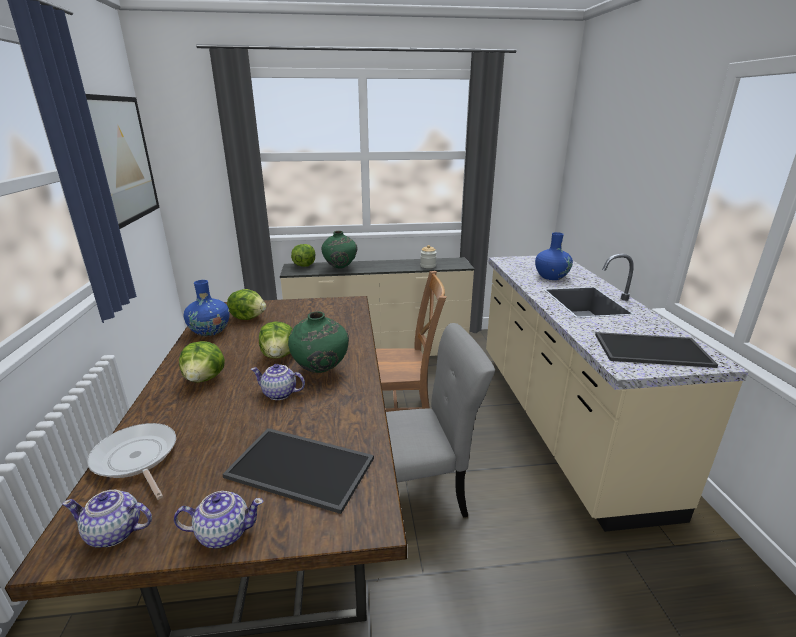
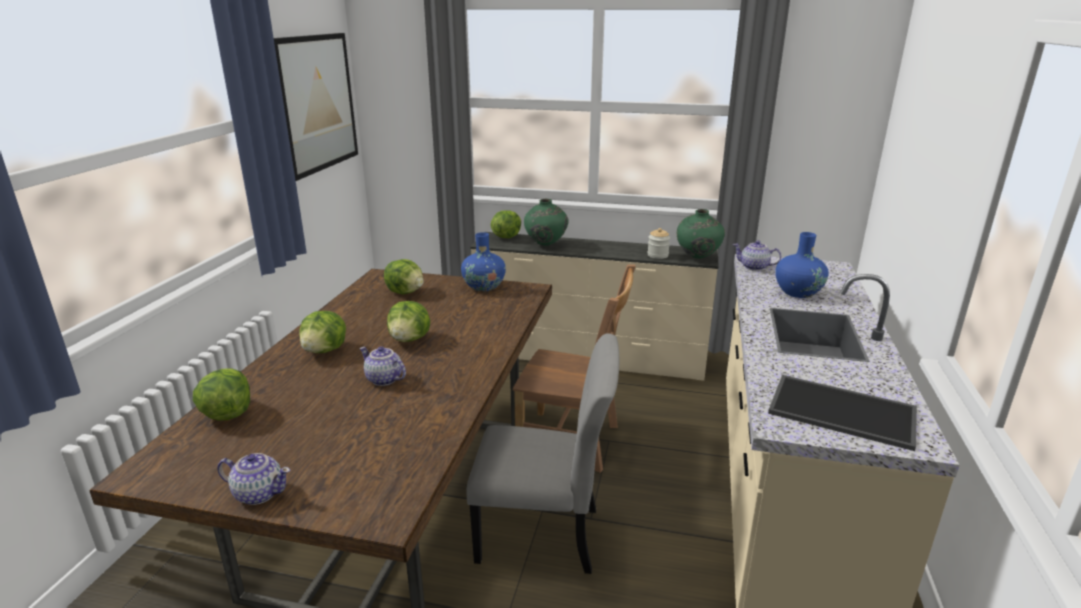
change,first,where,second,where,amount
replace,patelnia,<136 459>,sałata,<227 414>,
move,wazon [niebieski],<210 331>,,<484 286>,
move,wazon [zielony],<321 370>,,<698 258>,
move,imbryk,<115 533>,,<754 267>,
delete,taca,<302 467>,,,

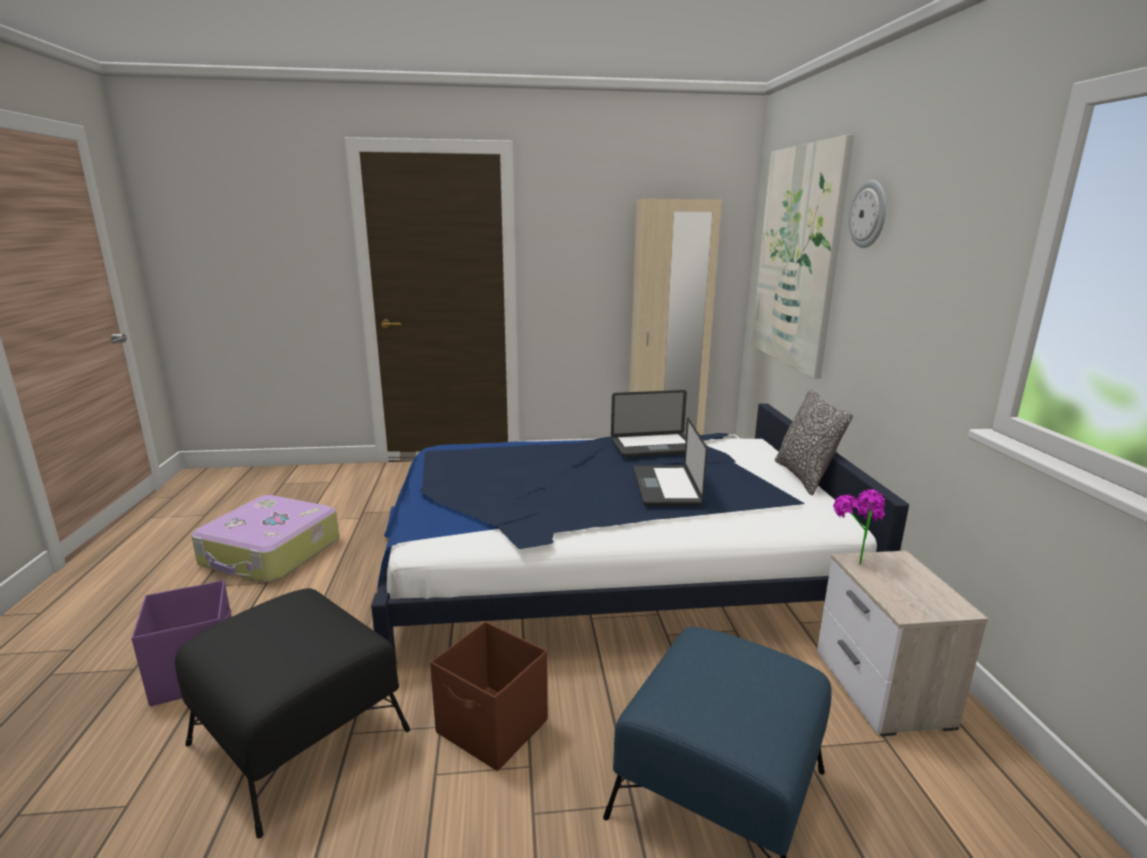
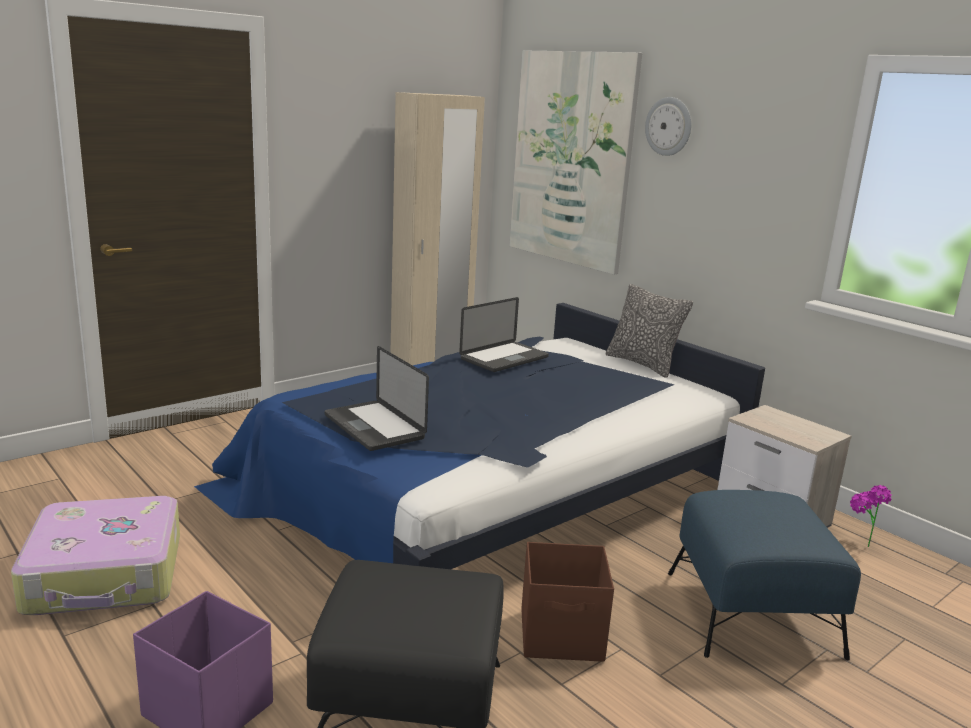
change,first,where,second,where,amount
move,laptop,<665 487>,,<374 427>,
move,roślina doniczkowa,<852 559>,,<859 543>,

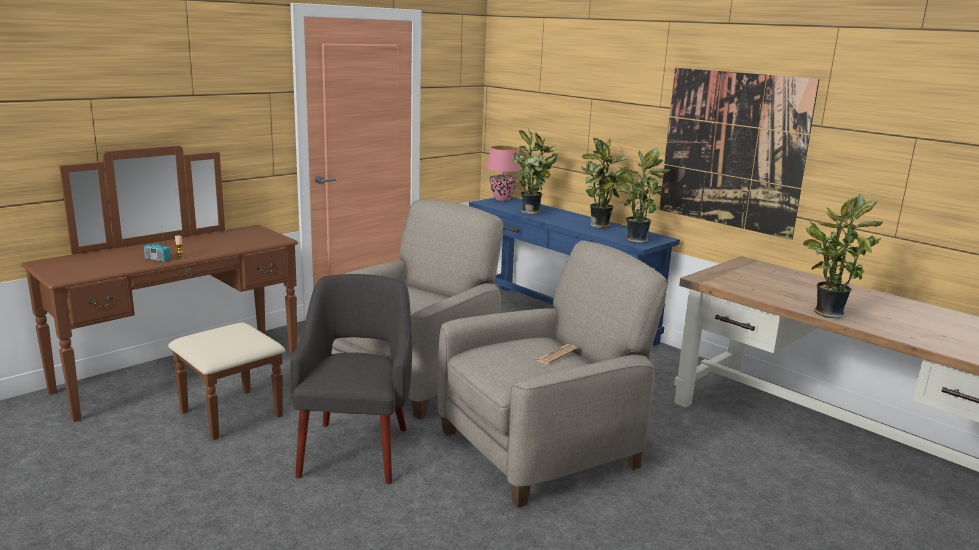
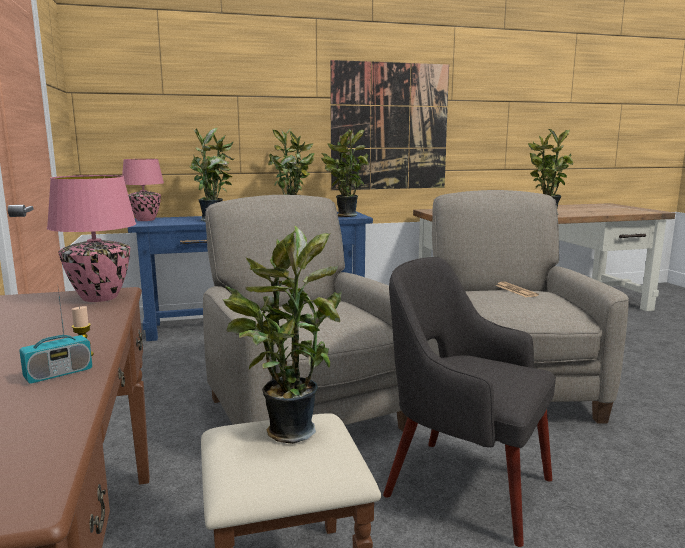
change,first,where,second,where,amount
insert,,,lampa stołowa [różowy],<99 297>,
insert,,,roślina doniczkowa,<286 431>,

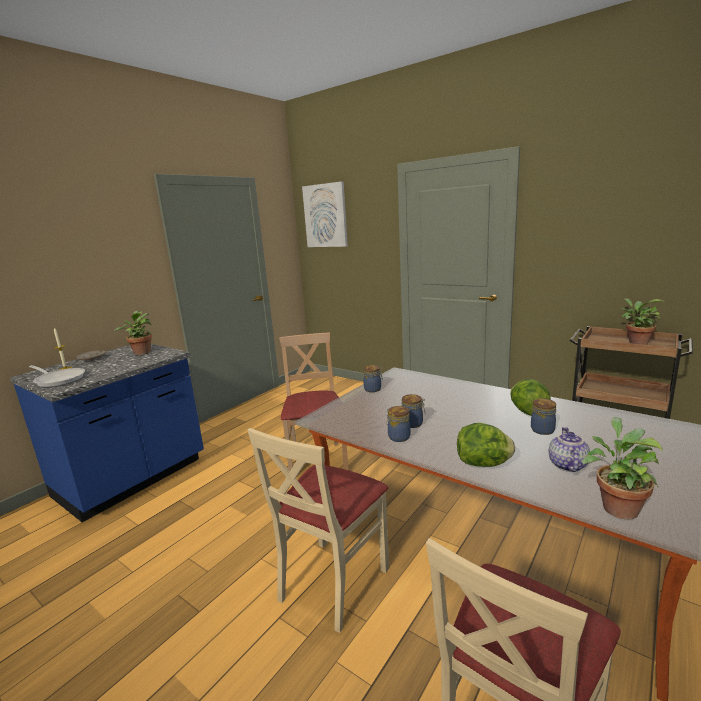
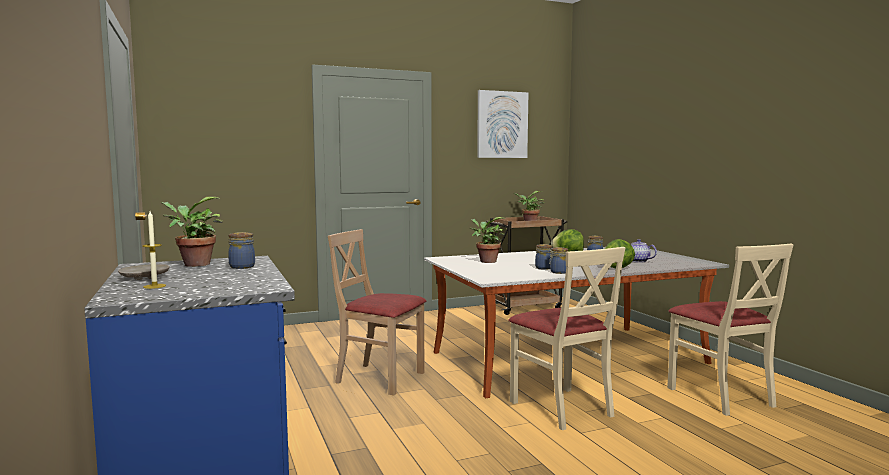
change,first,where,second,where,amount
move,słoik,<373 389>,,<243 266>,
move,roślina doniczkowa,<616 506>,,<486 261>,
move,obraz,<325 215>,,<502 124>,
delete,patelnia,<59 380>,,,

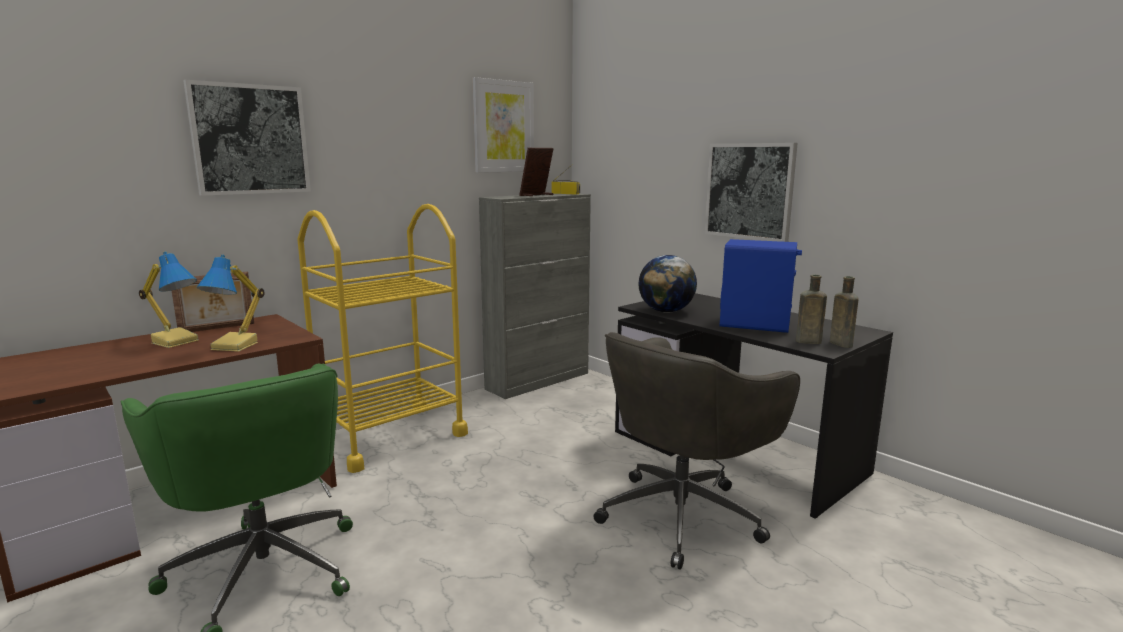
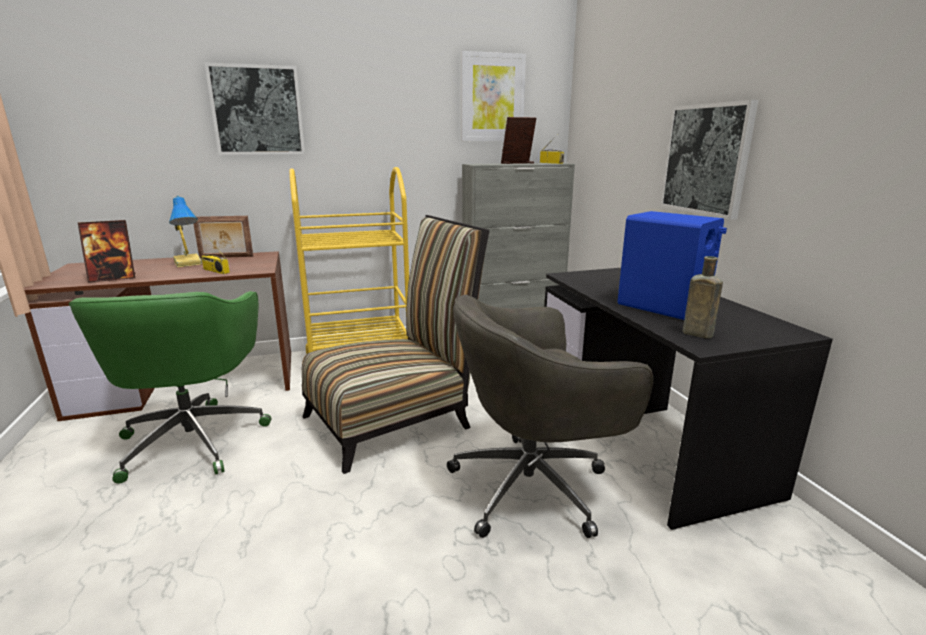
change,first,where,second,where,amount
insert,,,ramka na zdjęcie,<113 278>,
replace,lampa stołowa,<236 346>,radio,<215 271>,
insert,,,krzesło,<395 418>,
delete,globus,<666 311>,,,
delete,butelka [brązowy],<839 343>,,,

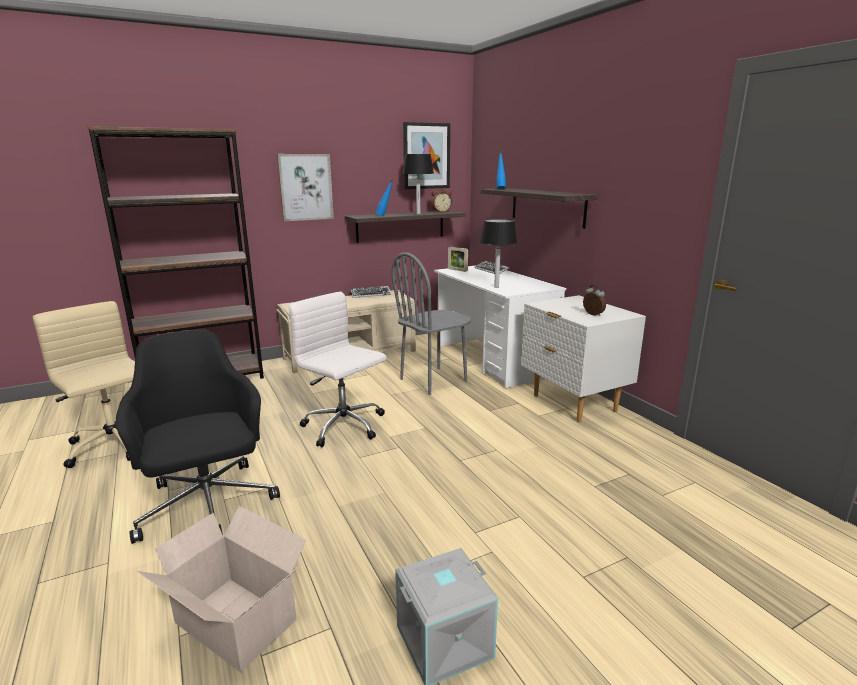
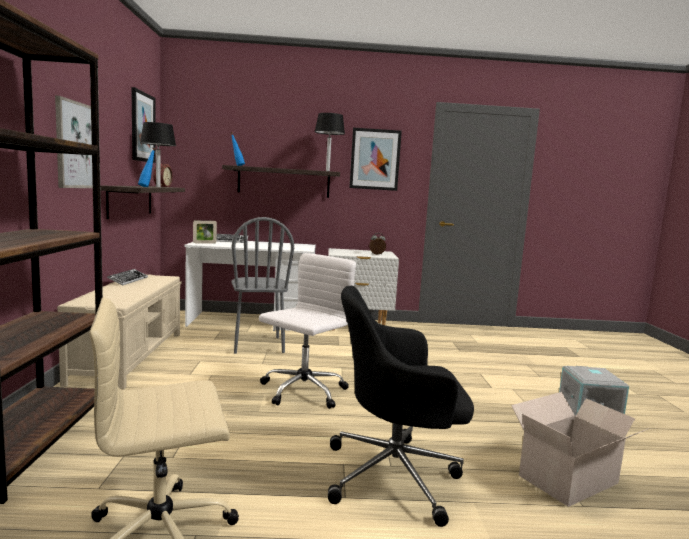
change,first,where,second,where,amount
rotate,krzesło biurowe [biały],<345 426>,,<302 391>,150 degrees clockwise
move,lampa stołowa [czarny],<496 287>,,<327 171>,
insert,,,obraz,<375 159>,

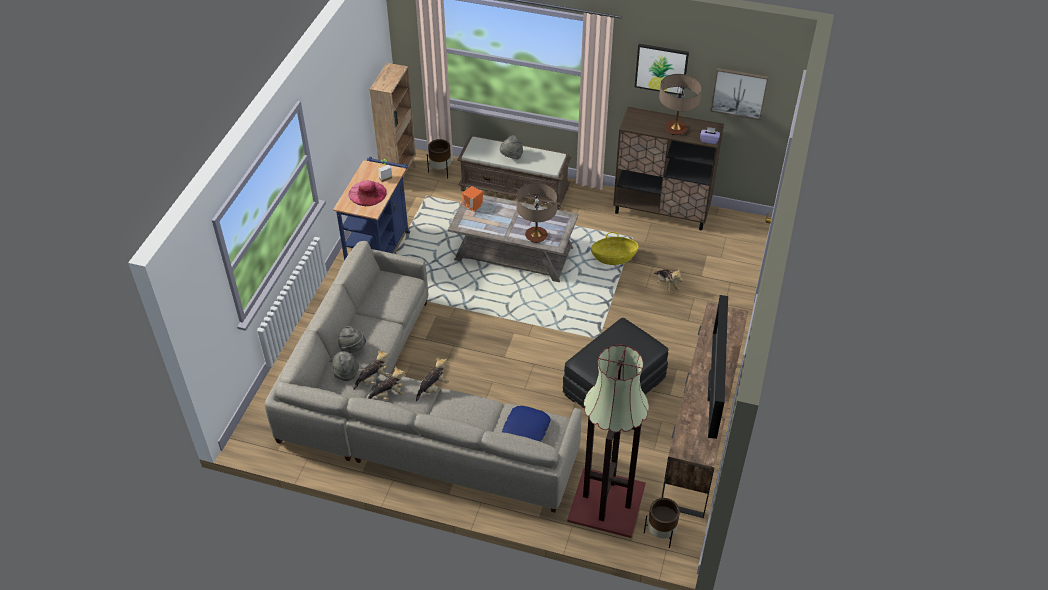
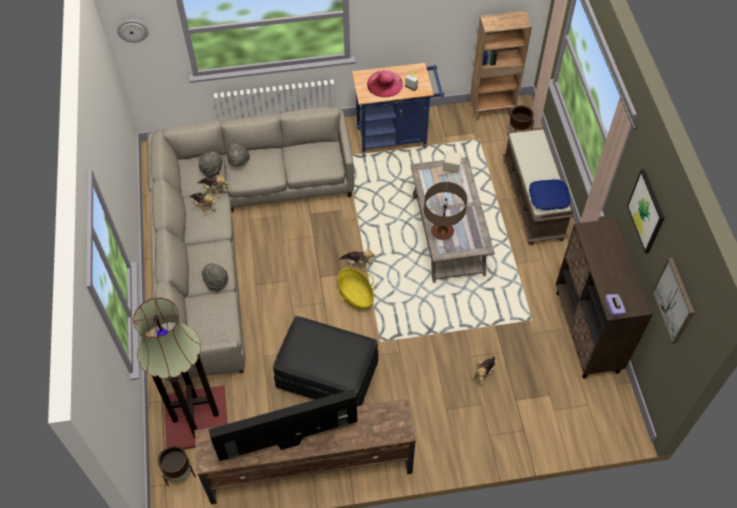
change,first,where,second,where,amount
insert,,,zegar ścienny,<132 30>,
move,kapelusz [szary],<511 156>,,<216 282>,
move,koszyk,<613 258>,,<355 295>,
move,pluszak,<433 388>,,<357 264>,
recolor,głośnik [pomarańczowy],<473 206>,głośnik [beżowy],<451 169>,
move,poduszka [niebieski],<525 429>,,<548 197>,
delete,lampa stołowa,<675 129>,,,

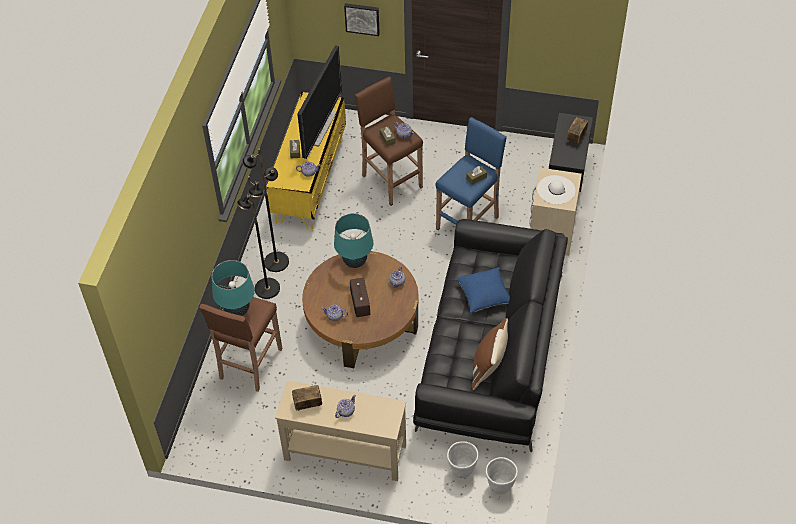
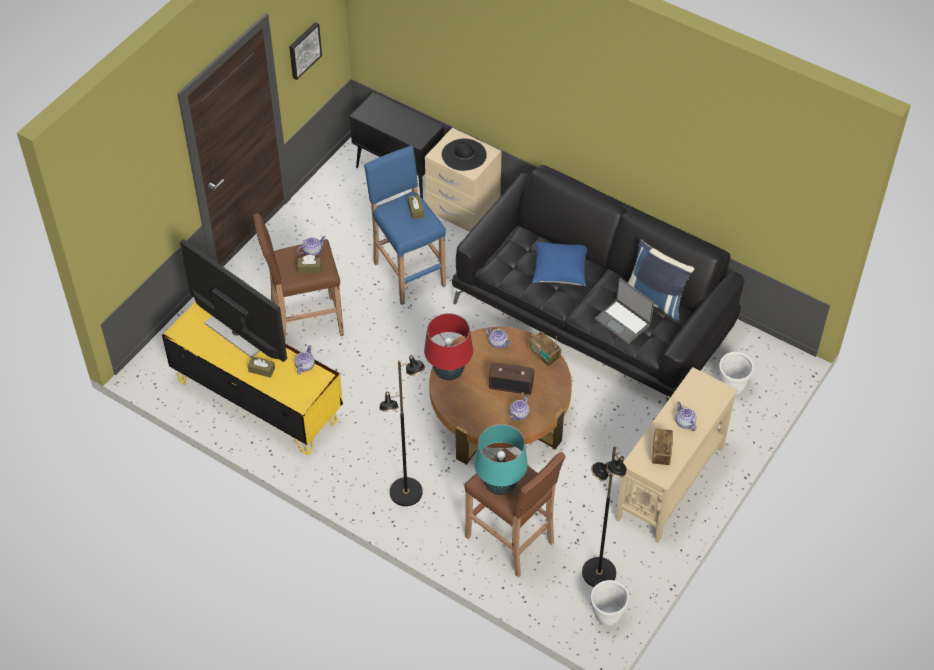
change,first,where,second,where,amount
move,obraz,<362 18>,,<303 50>,
recolor,lampa stołowa [turkusowy],<355 262>,lampa stołowa [czerwony],<449 372>,
recolor,kapelusz [biały],<556 190>,kapelusz [czarny],<464 155>,
move,radio,<576 136>,,<544 355>,
move,lampa stojąca [czarny],<276 262>,,<598 573>,
move,donica [biały],<500 486>,,<607 616>,
insert,,,laptop,<623 321>,
recolor,poduszka [brązowy],<488 368>,poduszka [niebieski],<655 298>,

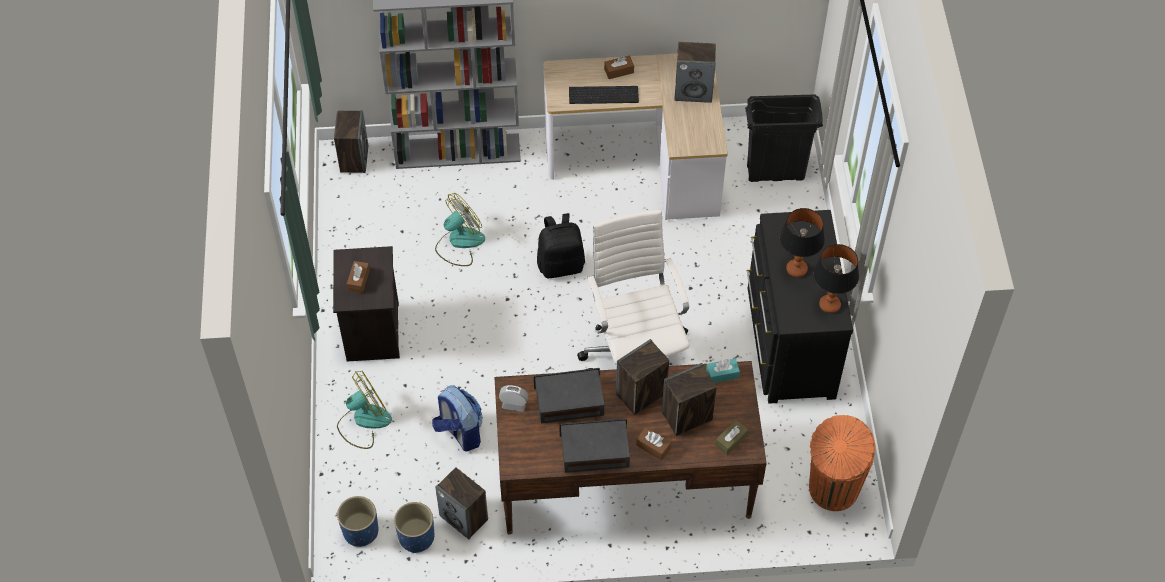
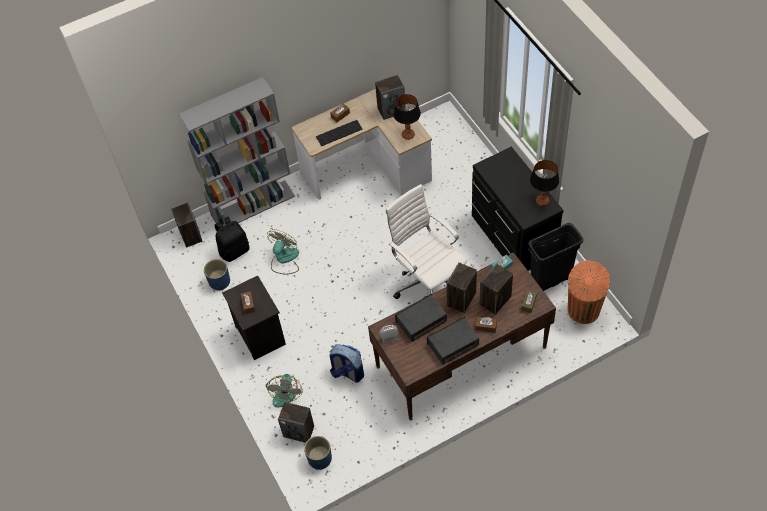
change,first,where,second,where,amount
move,donica [niebieski],<416 537>,,<219 281>,
move,plecak [czarny],<561 264>,,<234 250>,
rotate,wentylator,<364 421>,,<285 391>,150 degrees clockwise
move,głośnik,<464 518>,,<299 431>,
move,lampa stołowa,<796 269>,,<408 135>,
move,kosz na śmieci [czarny],<776 172>,,<551 280>,

